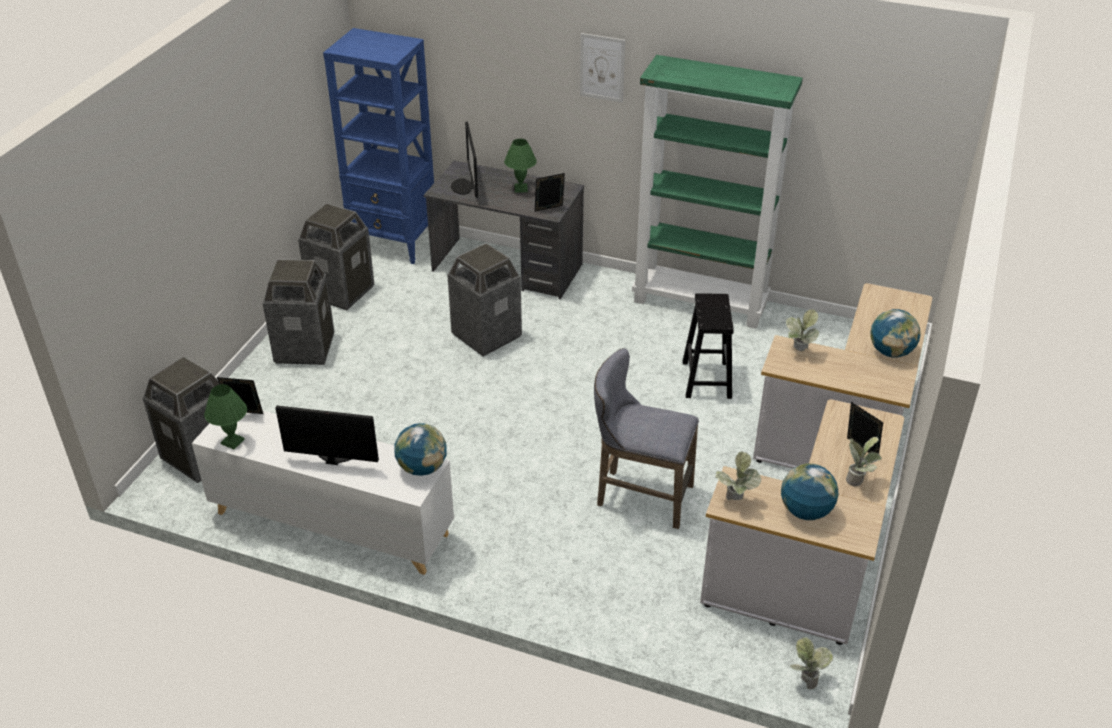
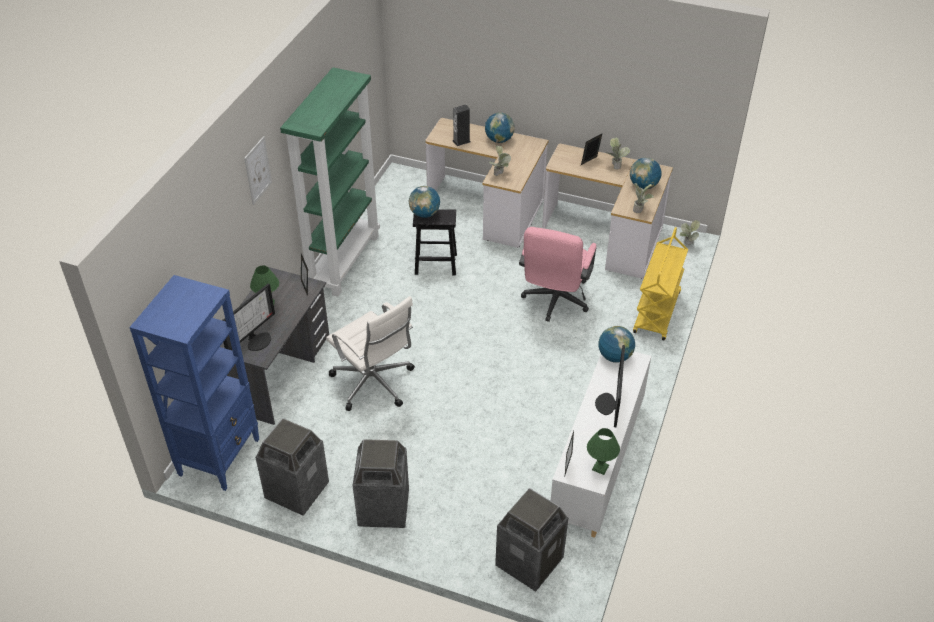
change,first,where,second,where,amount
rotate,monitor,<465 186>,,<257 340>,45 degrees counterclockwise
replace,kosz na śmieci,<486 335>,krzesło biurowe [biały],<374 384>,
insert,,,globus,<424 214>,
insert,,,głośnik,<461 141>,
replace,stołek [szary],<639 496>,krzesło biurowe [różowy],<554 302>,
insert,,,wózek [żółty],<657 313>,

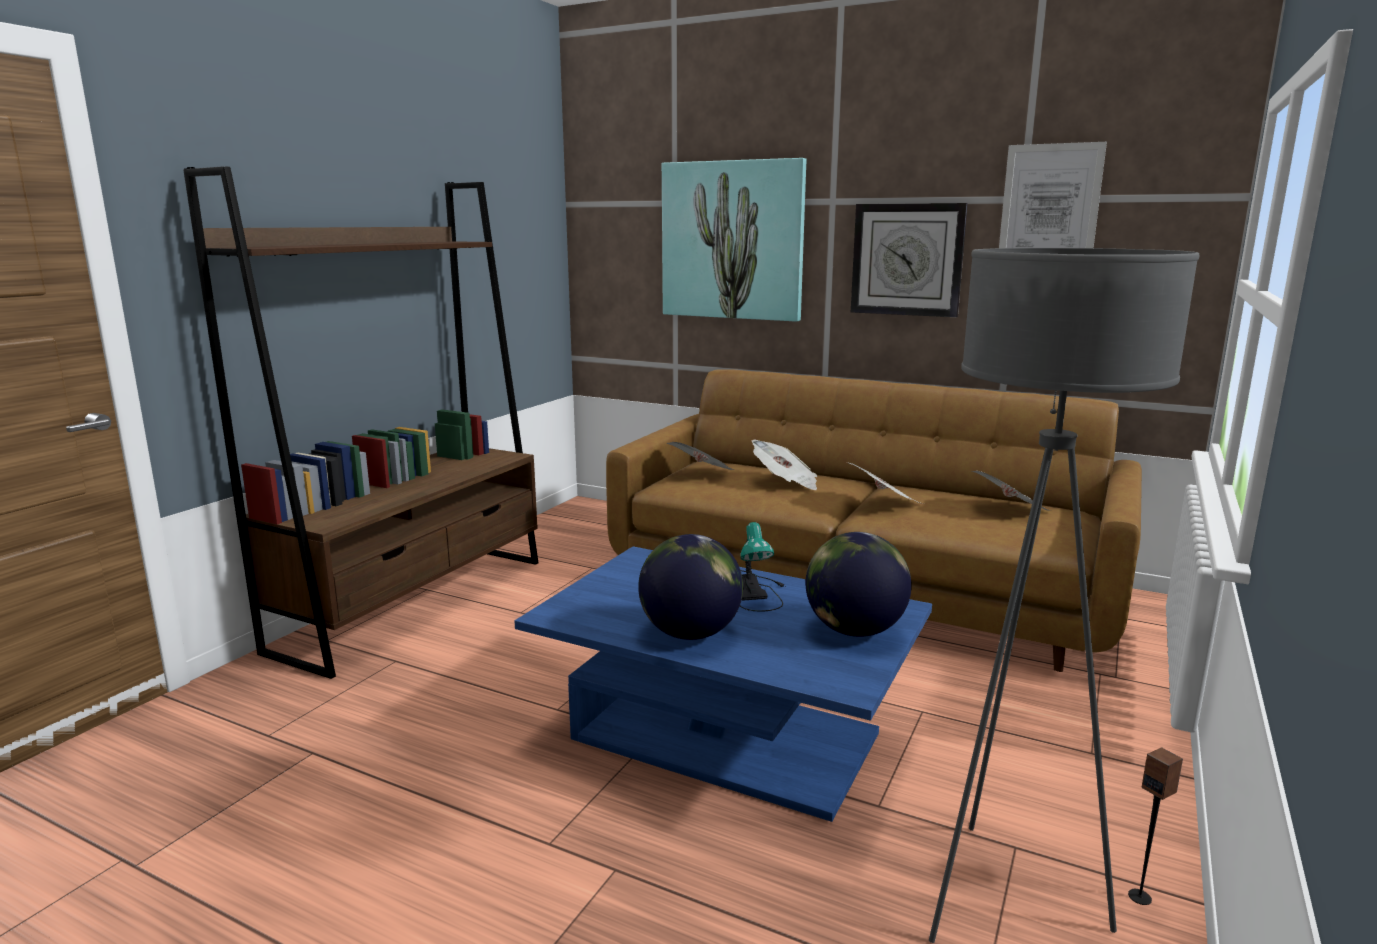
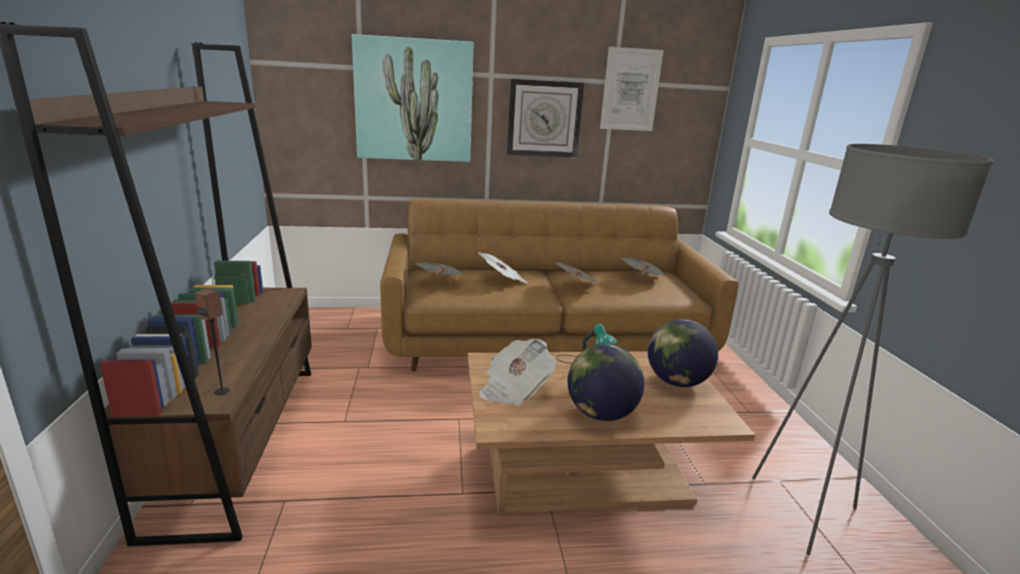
change,first,where,second,where,amount
move,głośnik,<1140 897>,,<222 391>,
recolor,ława [niebieski],<726 736>,ława [brązowy],<586 471>,
insert,,,gazeta,<514 389>,

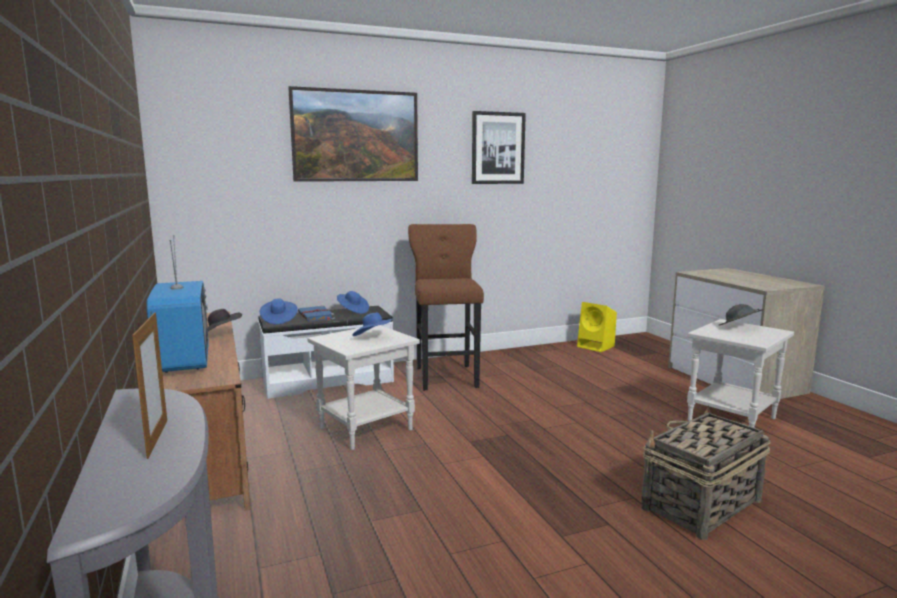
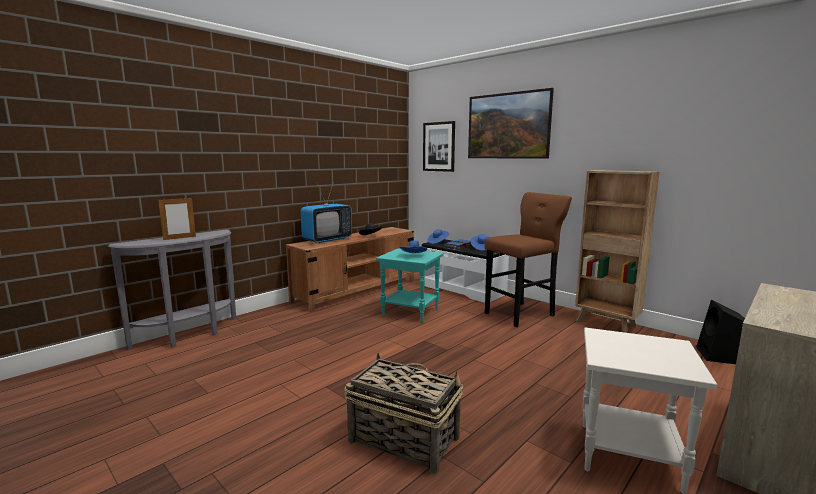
change,first,where,second,where,amount
recolor,stolik [biały],<366 428>,stolik [turkusowy],<411 312>,
move,obraz,<497 148>,,<439 146>,
insert,,,regał [brązowy],<606 323>,
recolor,głośnik [żółty],<596 346>,głośnik [czarny],<720 356>,
delete,kapelusz [szary],<739 328>,,,

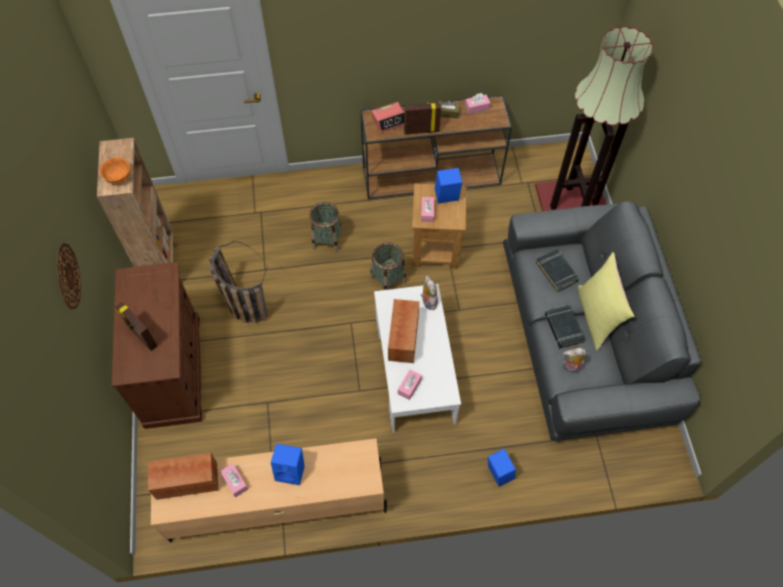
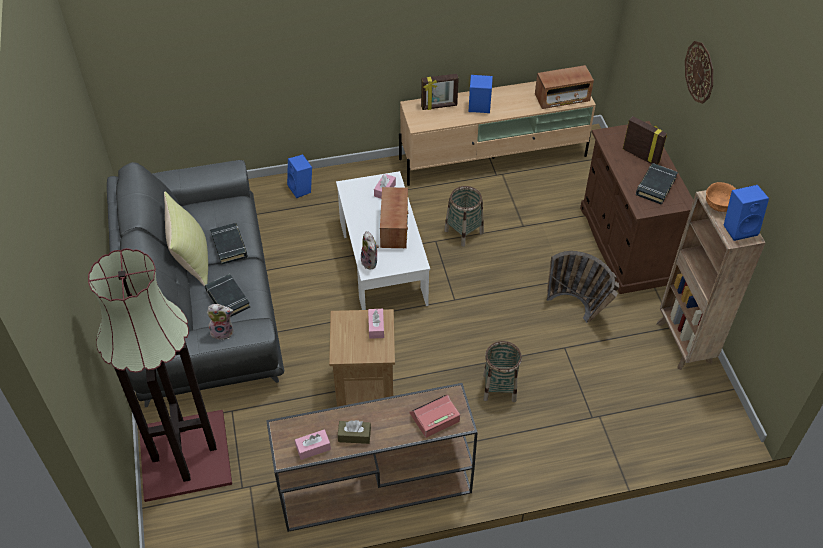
change,first,where,second,where,amount
move,pluszak,<570 368>,,<223 331>,
move,ramka na zdjęcie,<421 130>,,<439 106>,
move,koszyk,<388 280>,,<463 232>,
insert,,,książka [czarny],<655 186>,
move,głośnik [niebieski],<446 198>,,<739 228>,
delete,pudełko chusteczek [różowy],<235 482>,,,

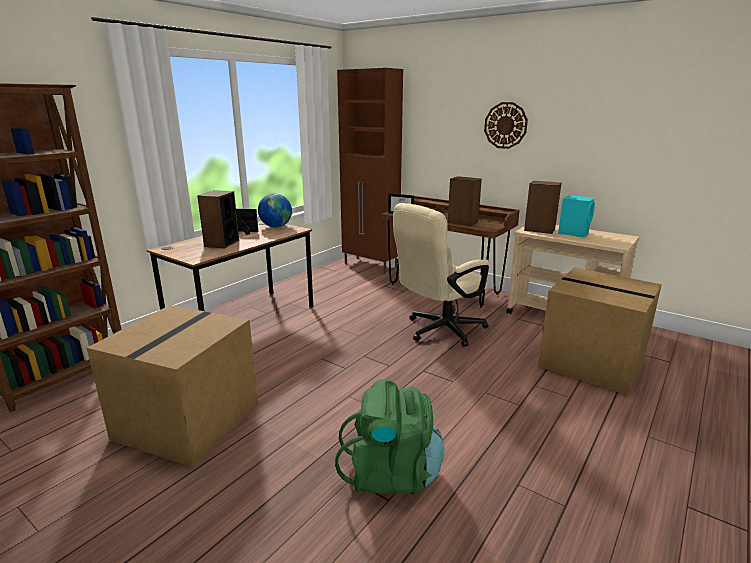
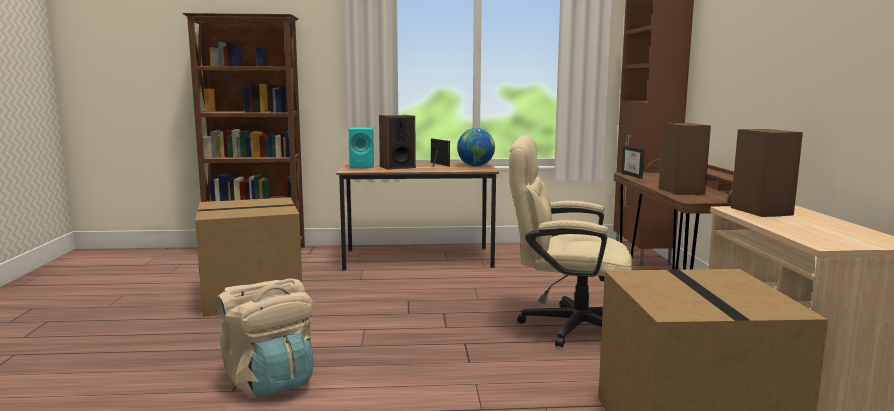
change,first,where,second,where,amount
recolor,plecak [zielony],<392 474>,plecak [beżowy],<269 381>,
move,głośnik [turkusowy],<574 233>,,<363 166>,
delete,zegar ścienny,<505 125>,,,

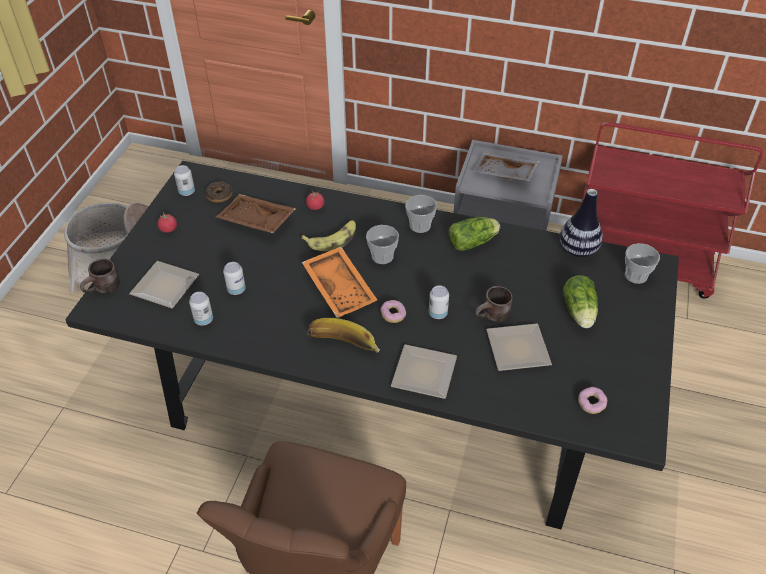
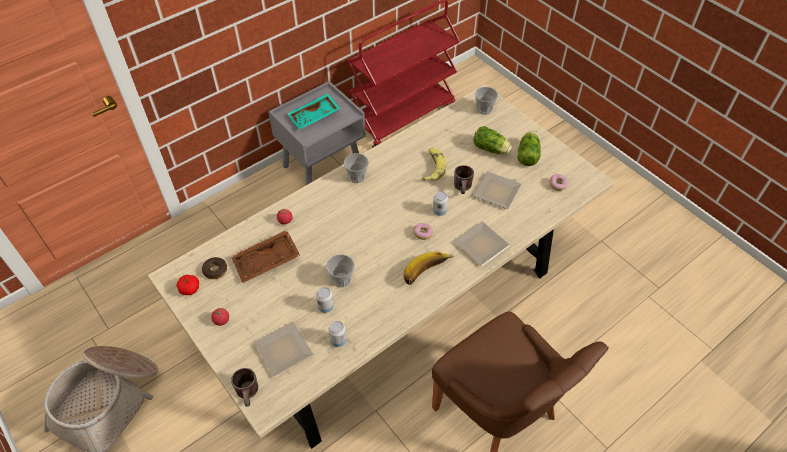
change,first,where,second,where,amount
recolor,stół jadalny [czarny],<383 398>,stół jadalny [beżowy],<393 304>,
replace,puszka,<187 192>,pomidor,<189 289>,
recolor,taca [szary],<504 174>,taca [turkusowy],<314 117>,
move,filiżanka,<382 256>,,<341 279>,
move,banan,<333 239>,,<433 167>,
move,sałata,<474 242>,,<528 154>,
delete,taca [pomarańczowy],<341 288>,,,
delete,wazon,<577 250>,,,

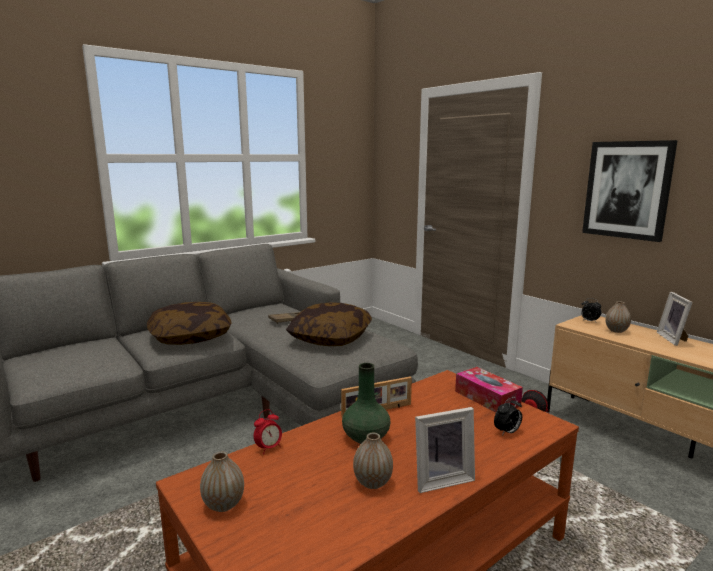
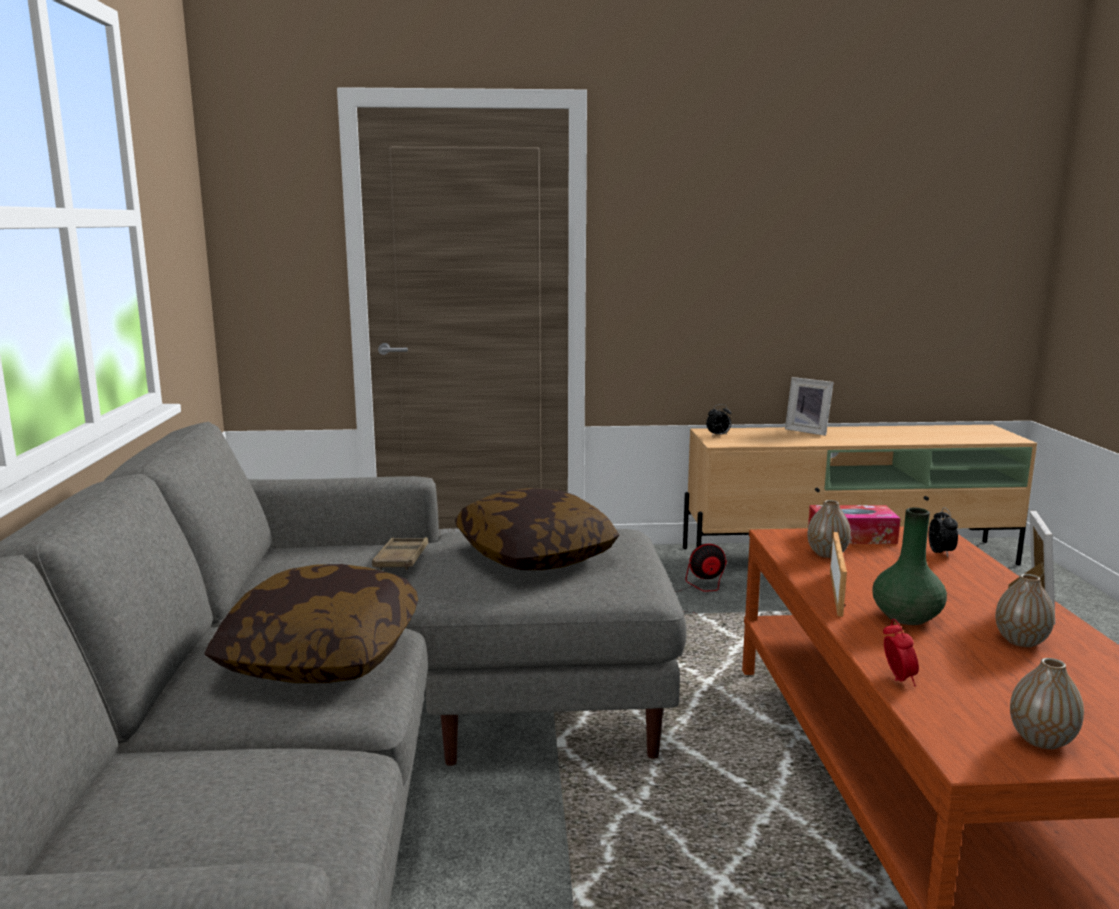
change,first,where,second,where,amount
move,wazon,<616 331>,,<827 554>,
delete,obraz,<627 190>,,,

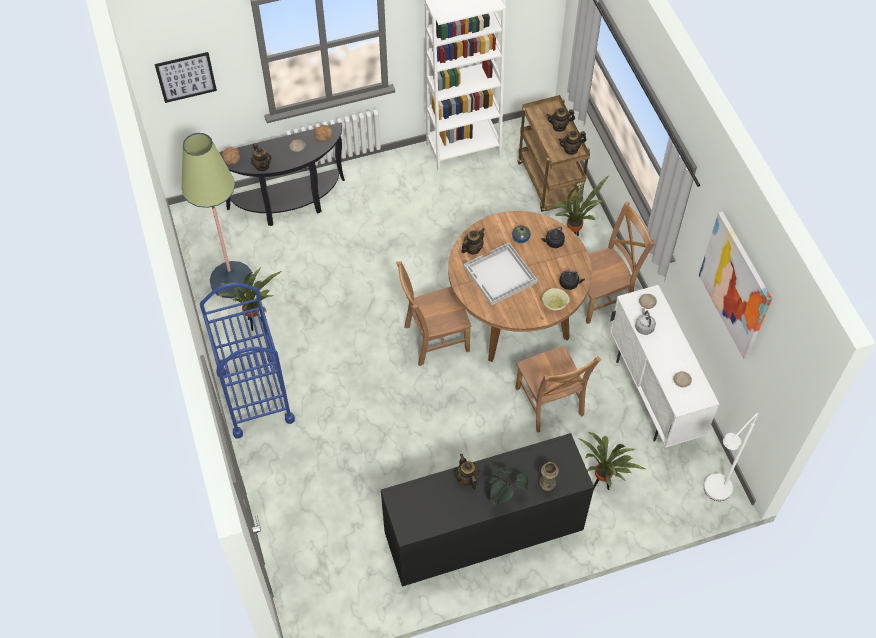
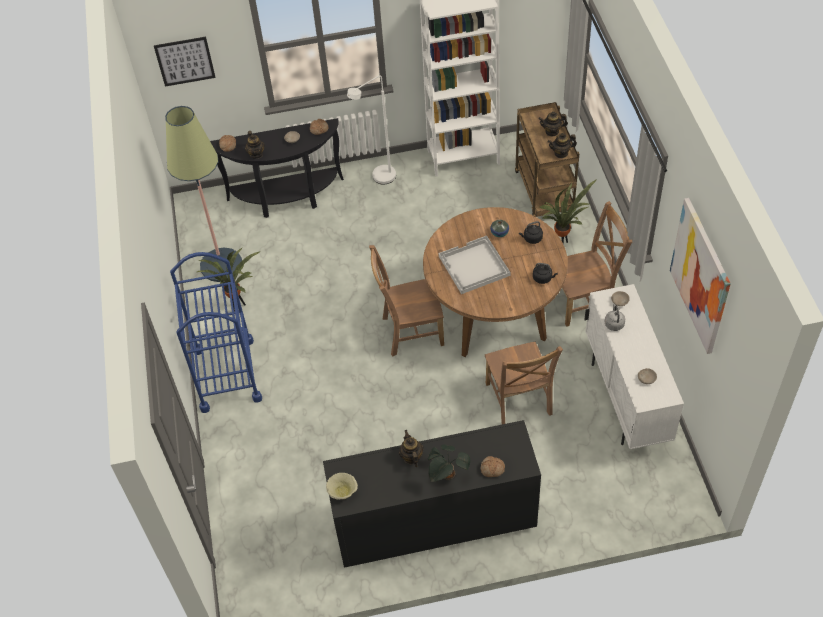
change,first,where,second,where,amount
move,miska [beżowy],<555 304>,,<343 491>,
move,lampa stojąca [biały],<713 494>,,<379 179>,
replace,wazon,<547 485>,chleb,<492 469>,
delete,imbryk,<472 249>,,,
delete,roślina doniczkowa,<601 485>,,,

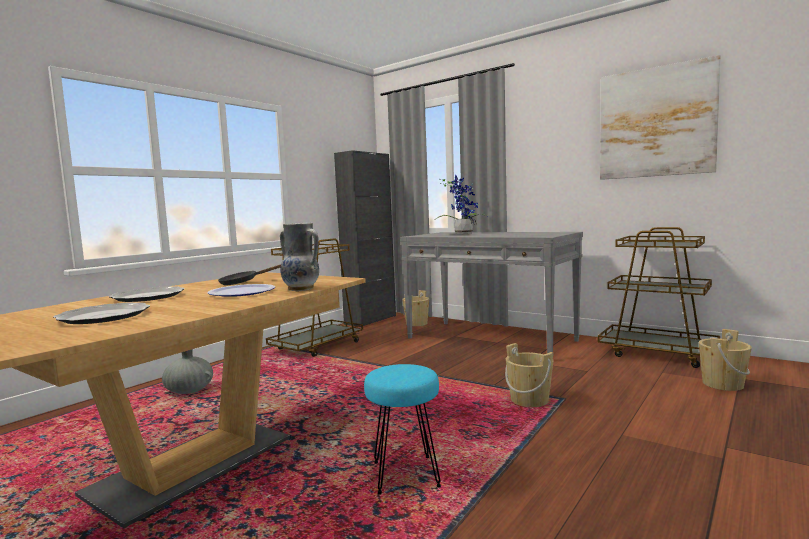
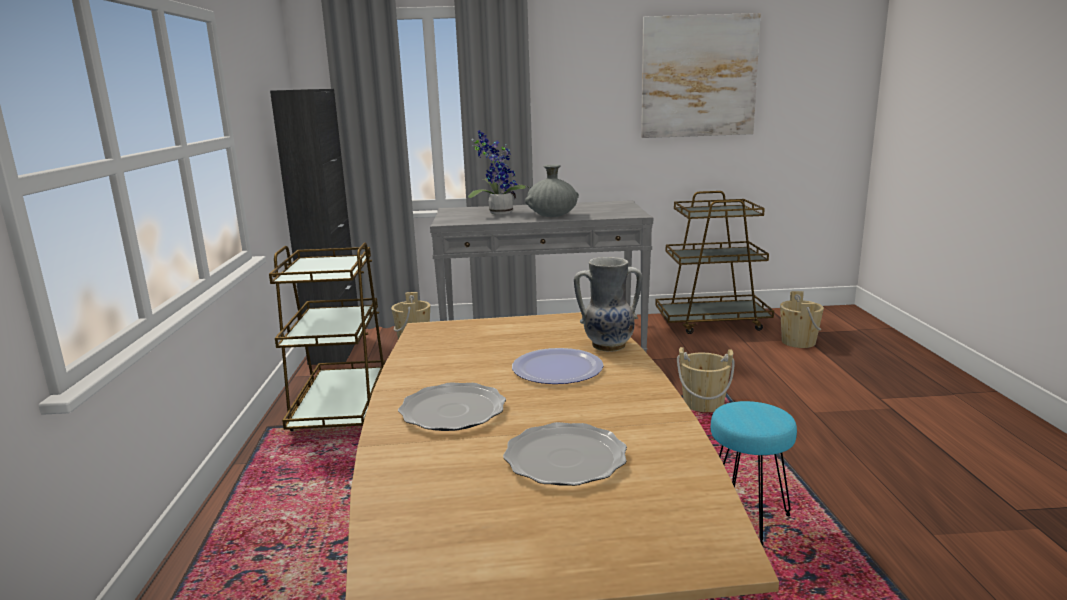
change,first,where,second,where,amount
move,wazon [szary],<189 391>,,<552 216>,
delete,patelnia [czarny],<242 282>,,,

